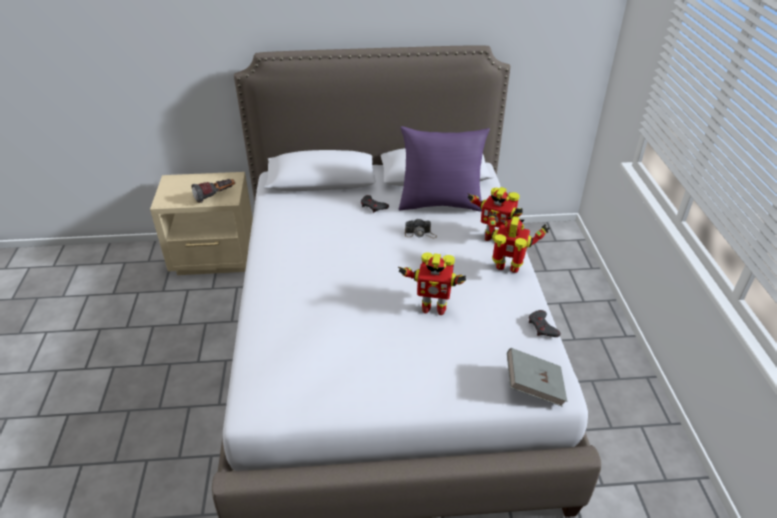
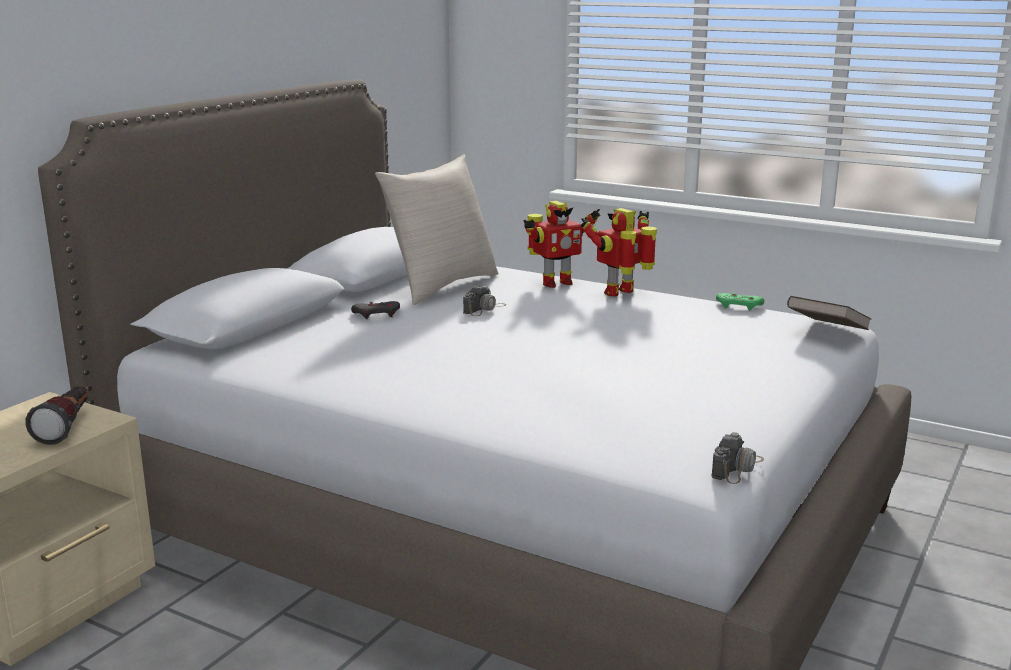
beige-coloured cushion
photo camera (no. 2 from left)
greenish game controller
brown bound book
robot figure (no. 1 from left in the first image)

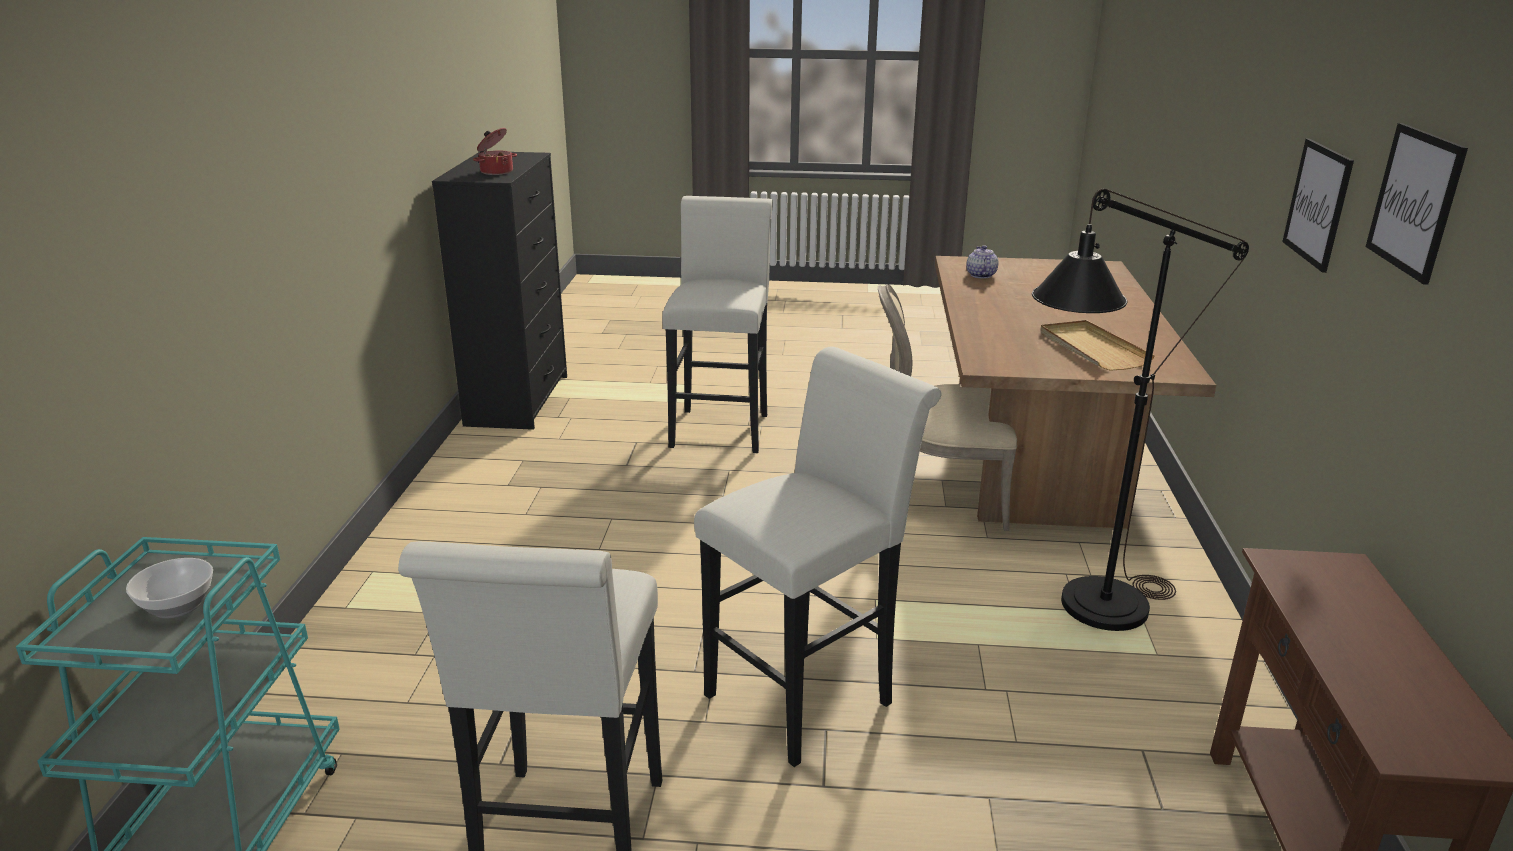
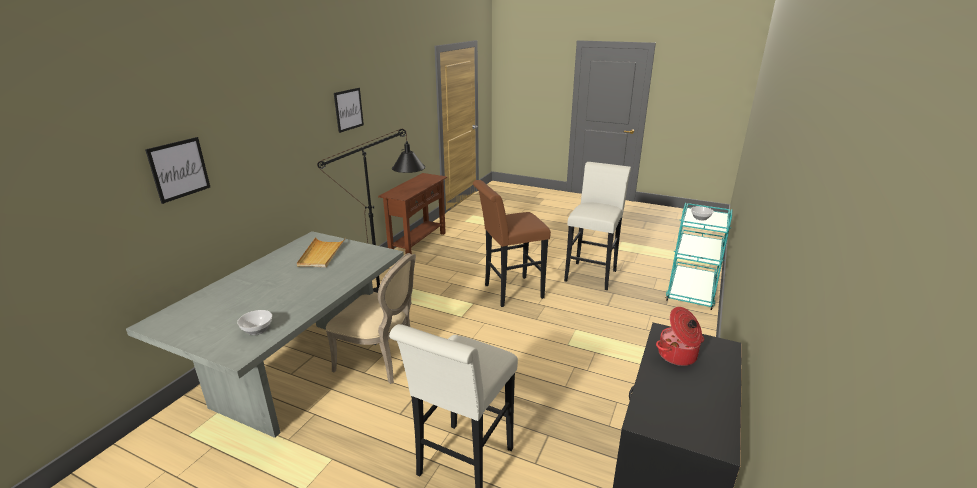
grey kitchen table
wall art (no. 1 from left)
deep dish (no. 1 from left)
brown stool seat

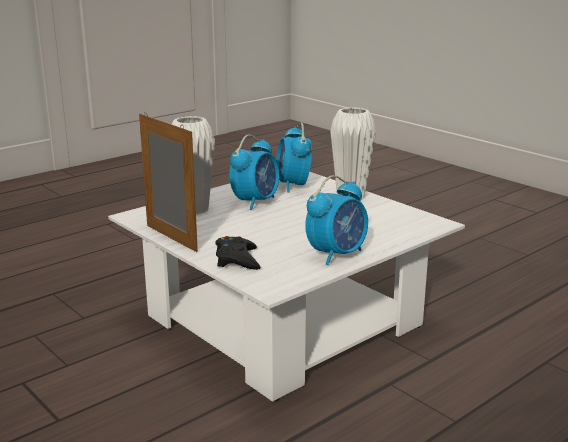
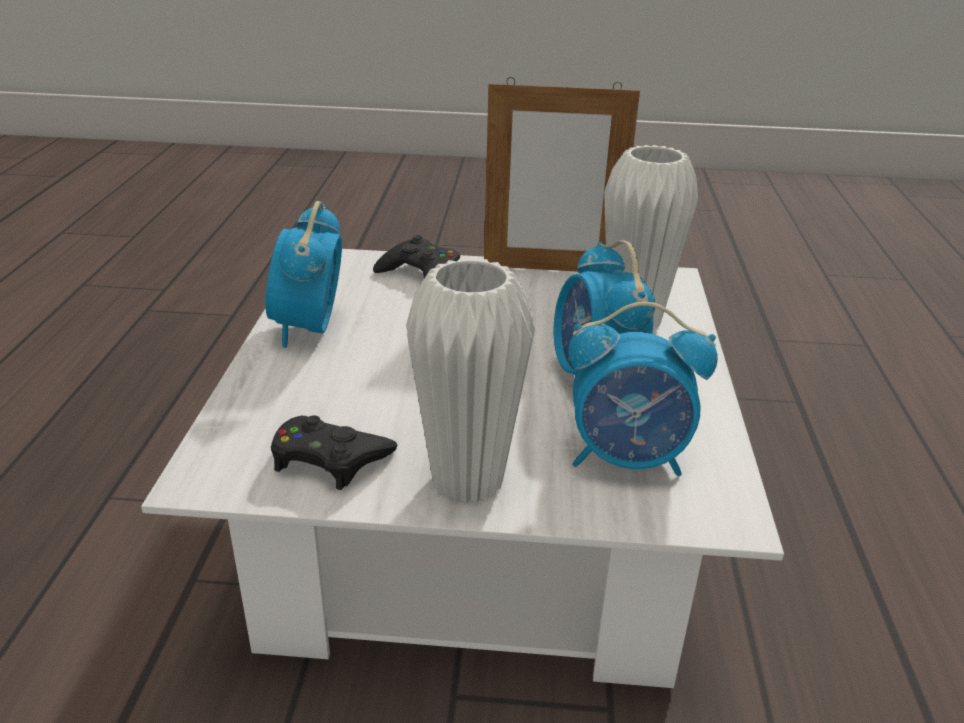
blackish game controller (no. 1 from left)
bedside clock (no. 3 from left)

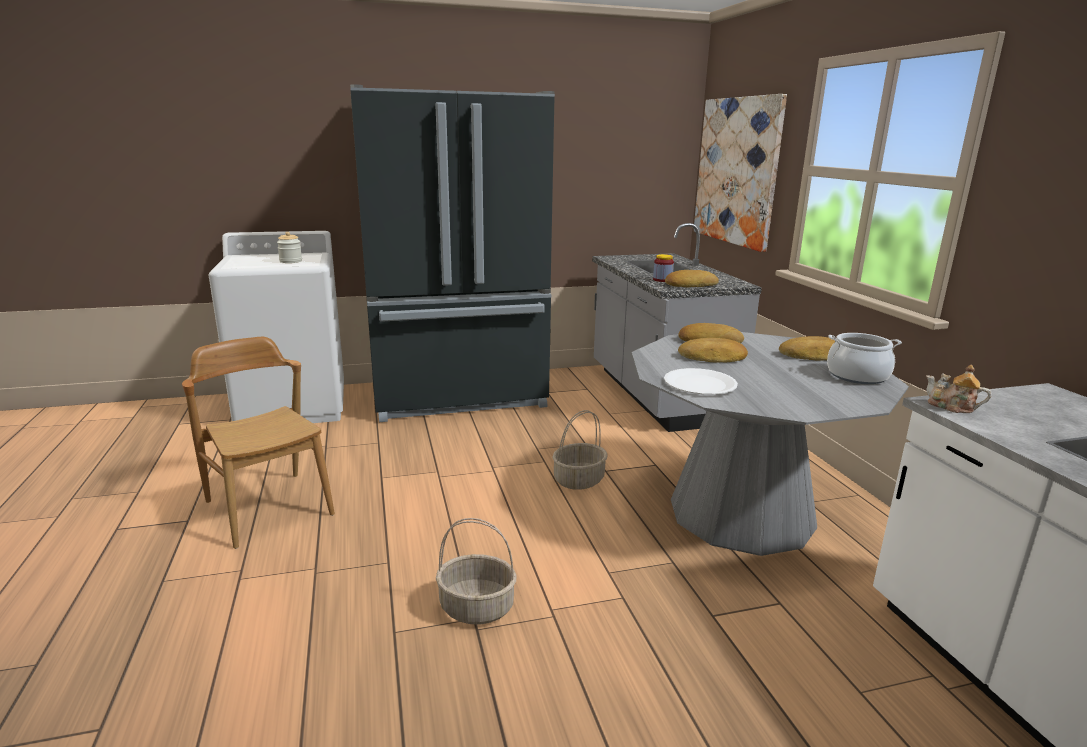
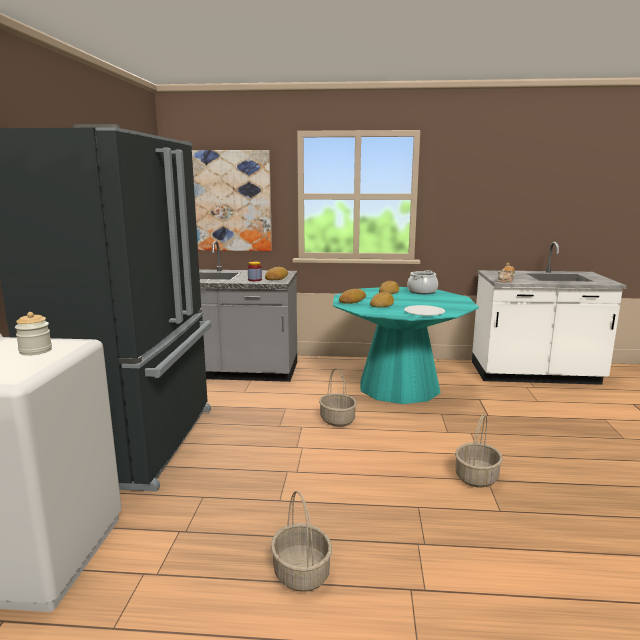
storage basket (no. 1 from left)
turquoise kitchen table

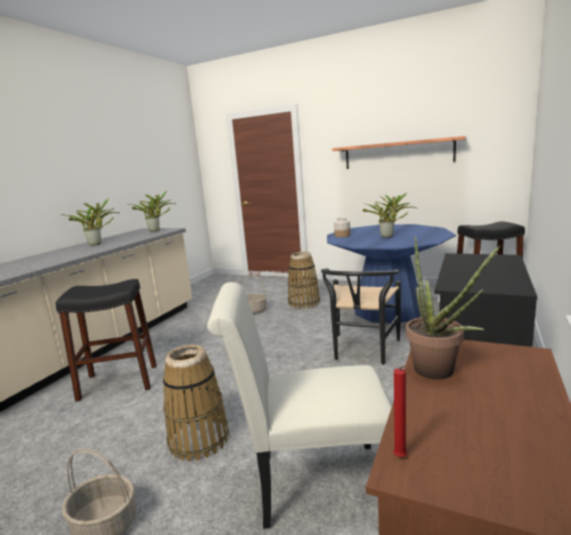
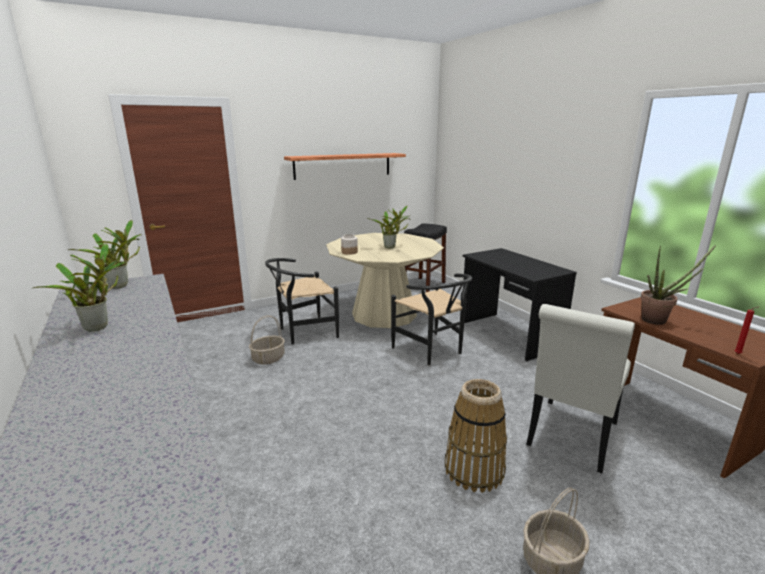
blackish upright chair (no. 1 from left)
beige-coloured kitchen table
blackish stool seat (no. 1 from left in the first image)

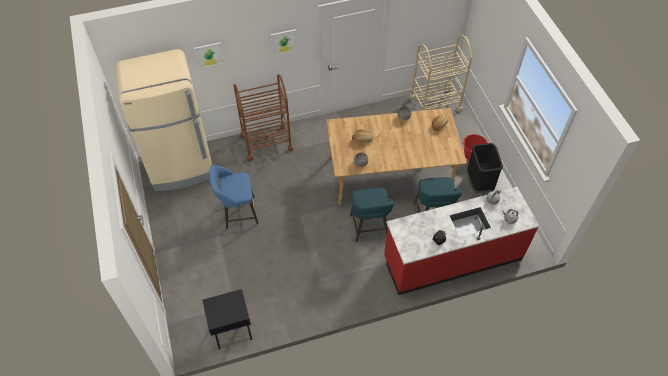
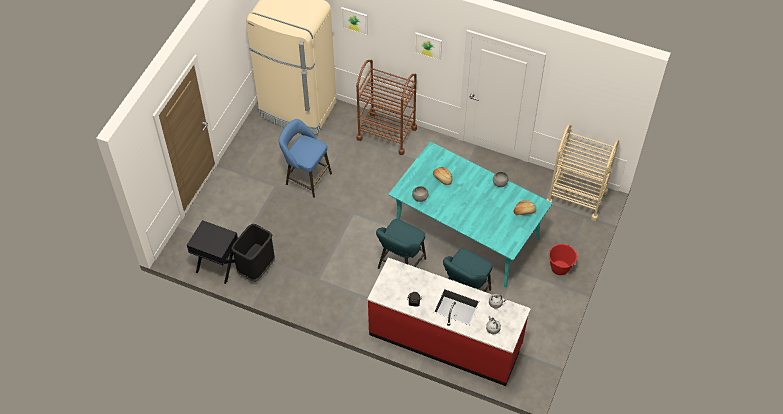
blackish trash can
turquoise kitchen table

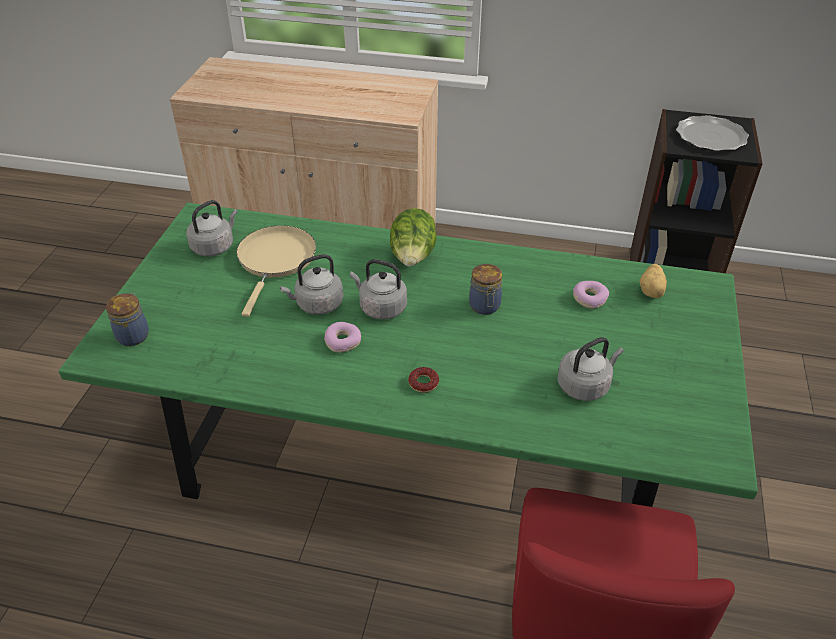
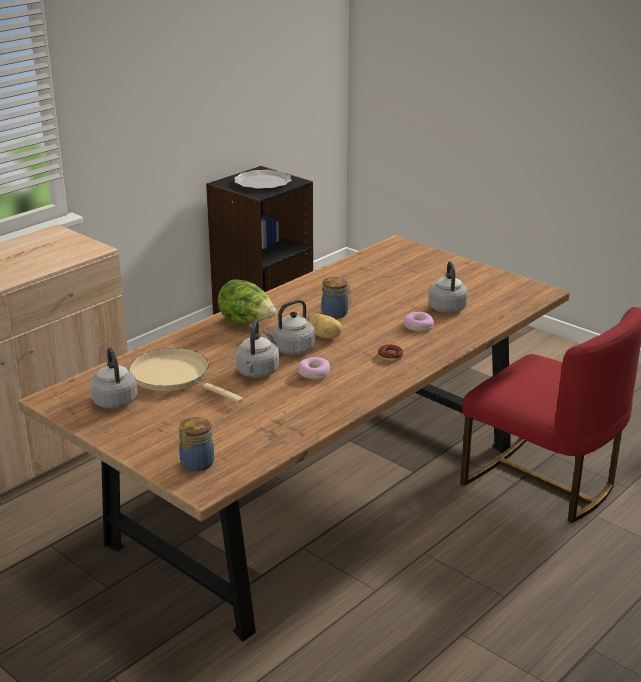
brown kitchen table
spud
doughnut (no. 3 from left)

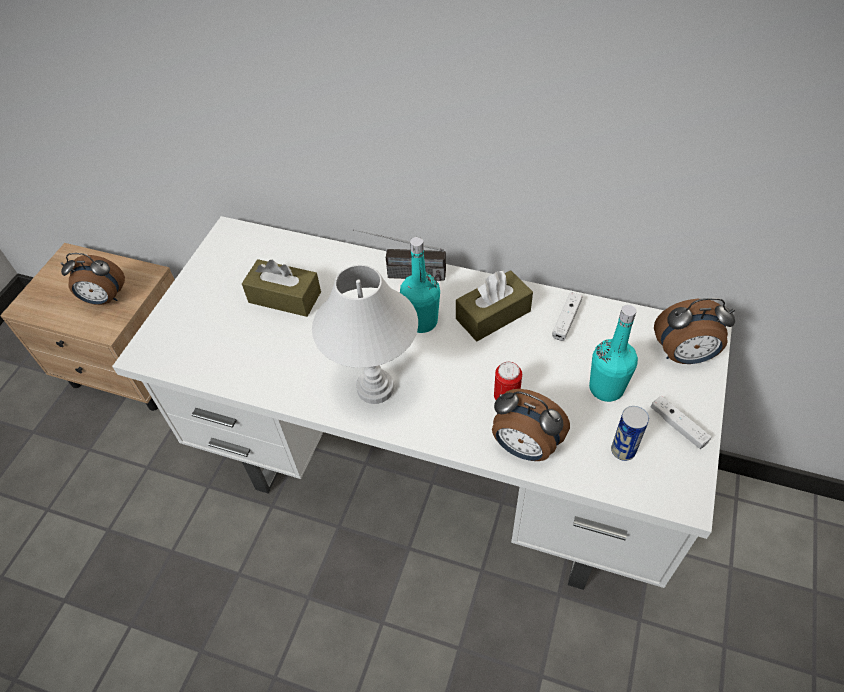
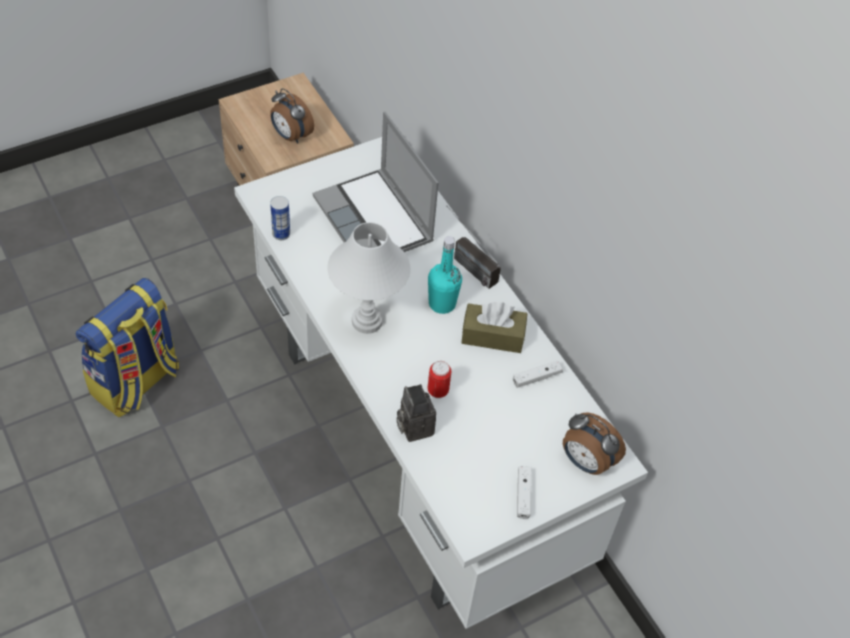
backpack
can (no. 1 from left)
laptop
photo camera
turquoise bottle (no. 2 from left in the first image)

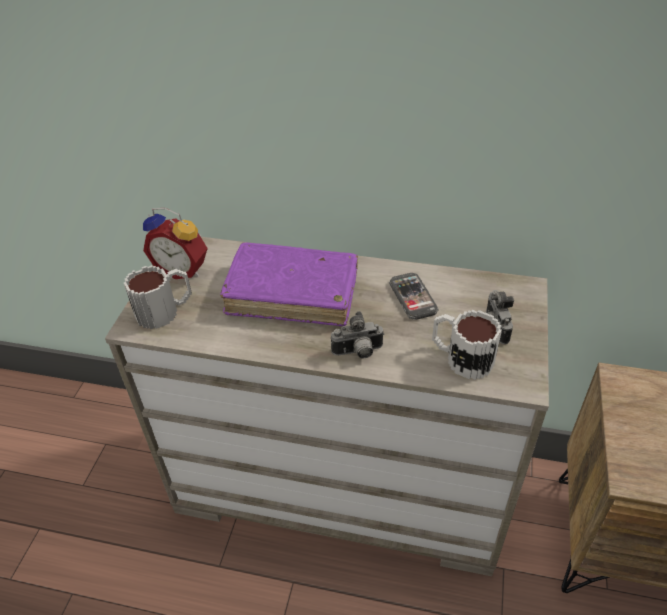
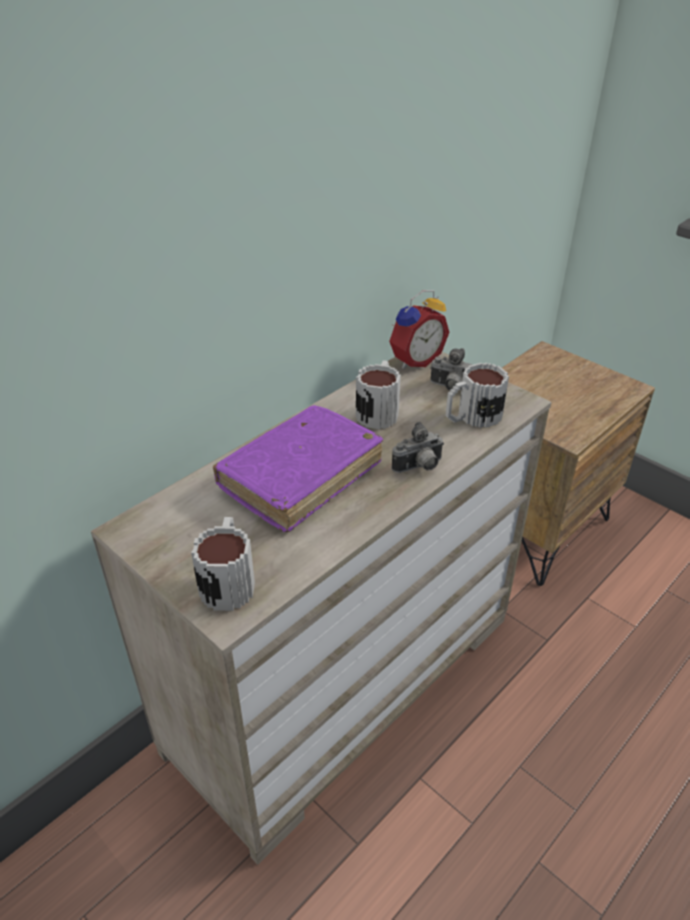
tea mug (no. 2 from left)
bedside clock
photo camera (no. 1 from left)

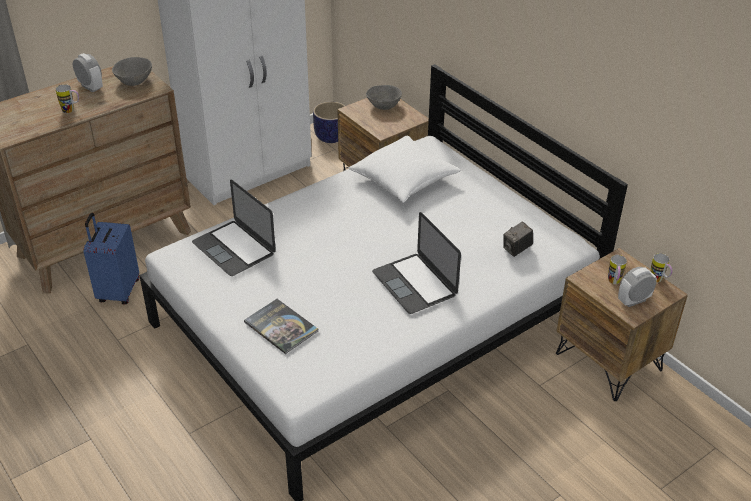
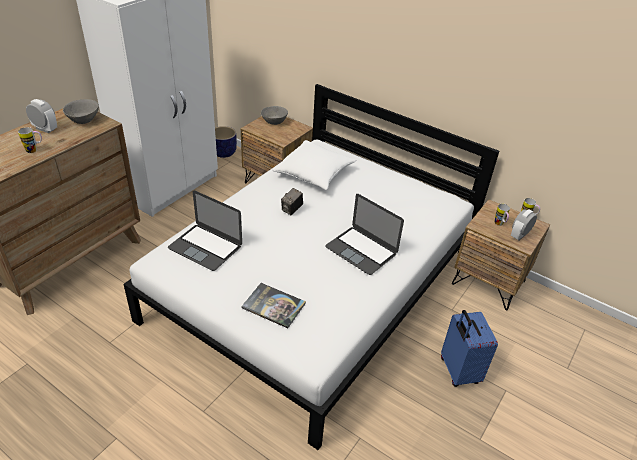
photo camera
blue suitcase

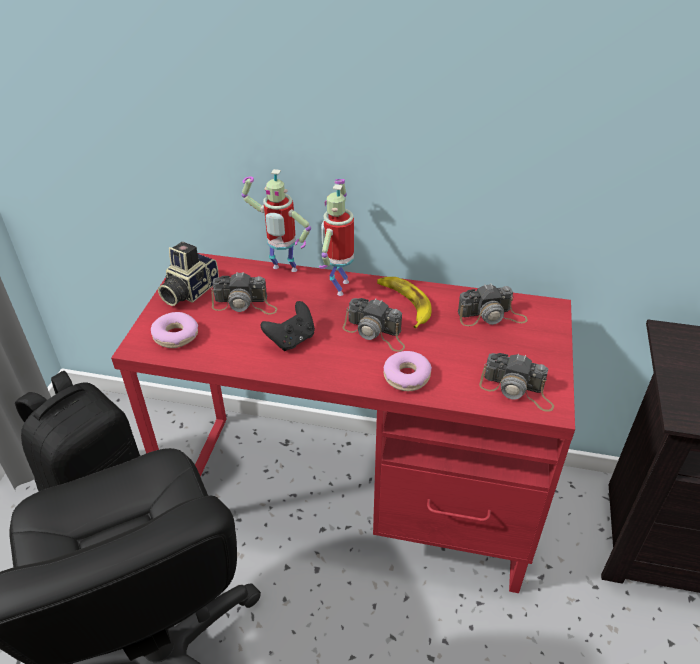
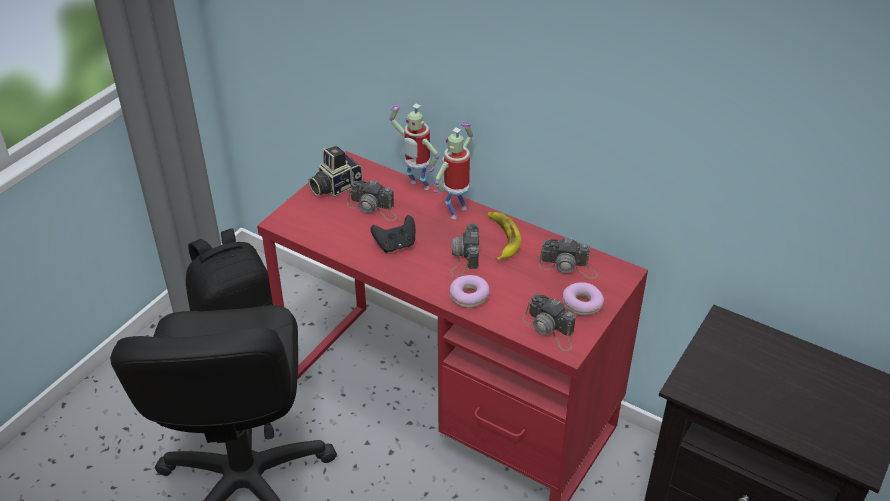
photo camera (no. 3 from left)
doughnut (no. 2 from left)

